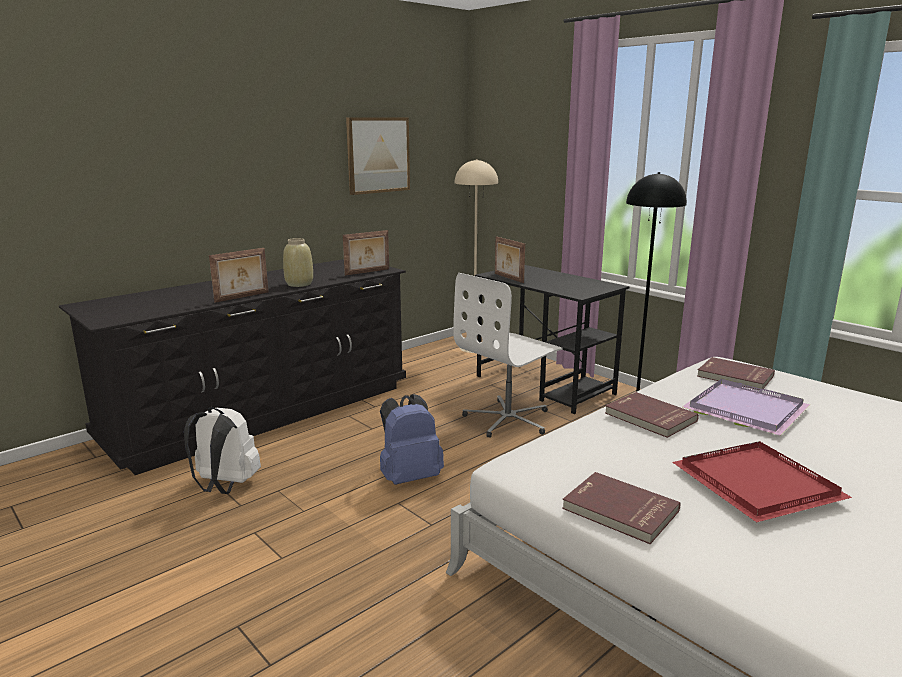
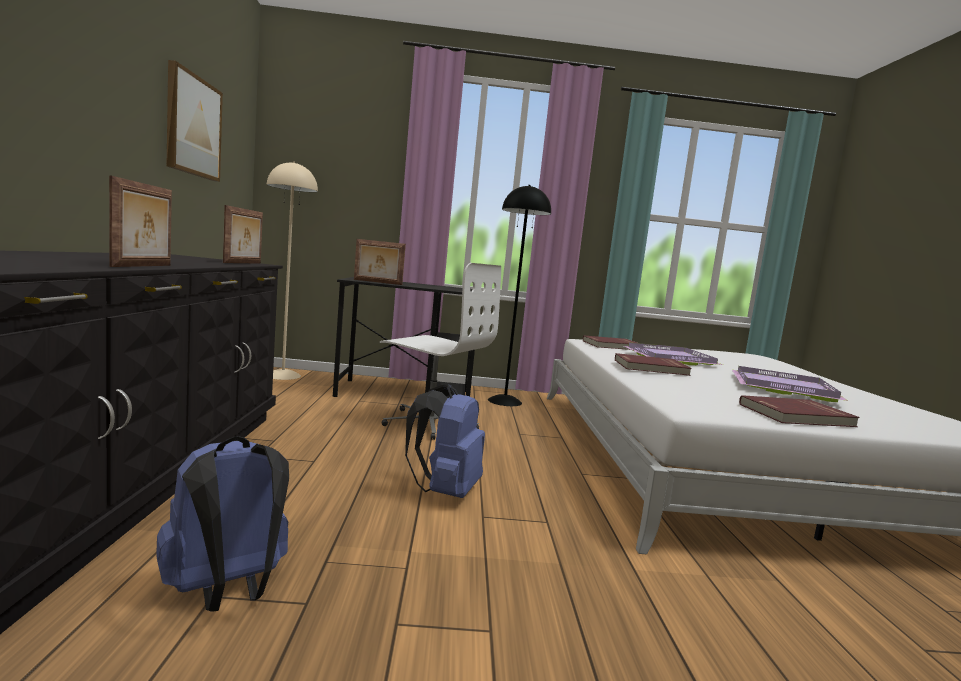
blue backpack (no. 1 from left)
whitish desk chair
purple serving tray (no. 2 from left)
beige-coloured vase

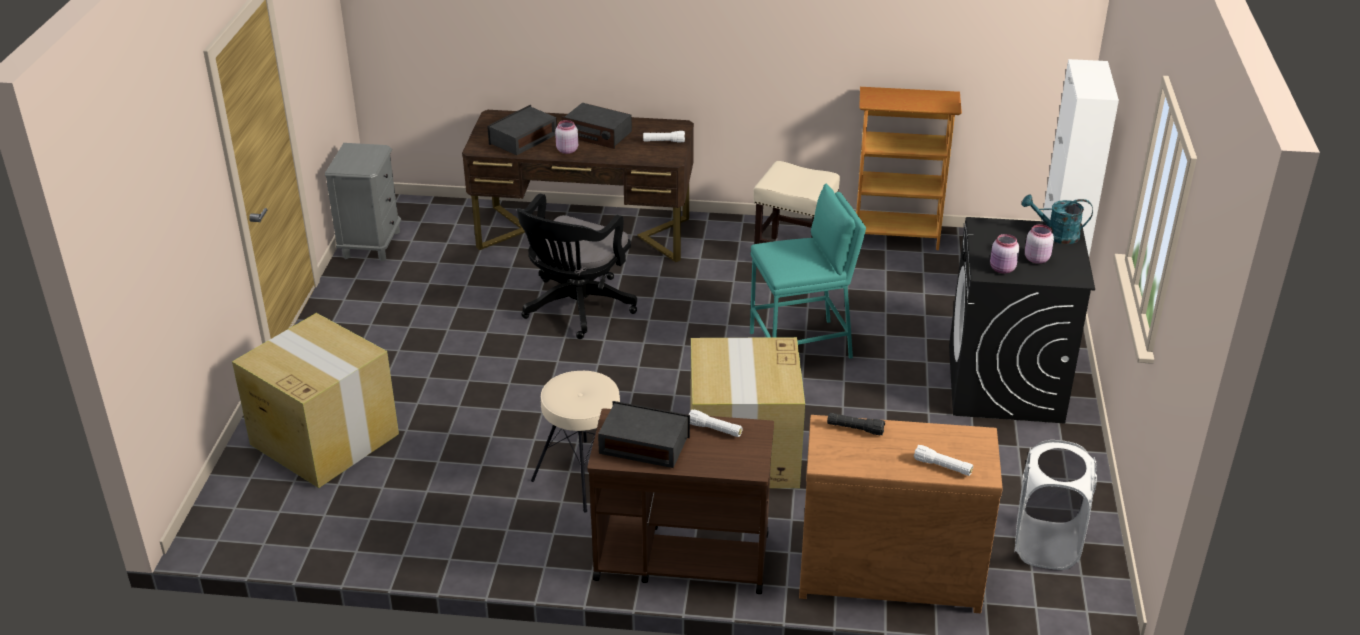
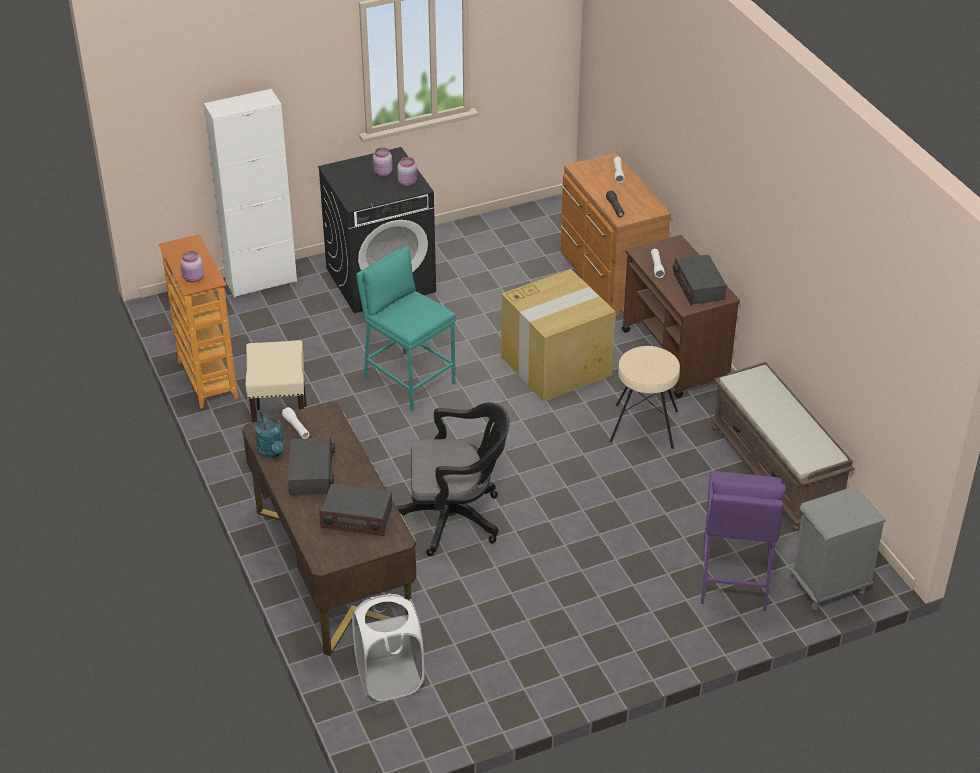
pink-coloured jar (no. 1 from left)
turquoise watering can
whitish laundry basket
purple stool seat
brown bench
grey nightstand

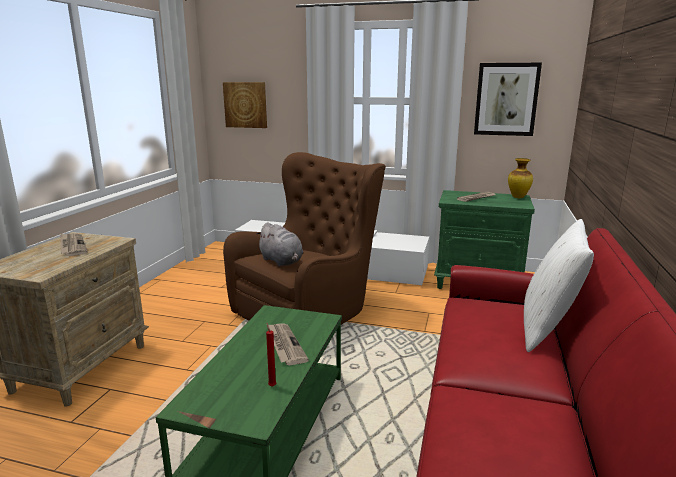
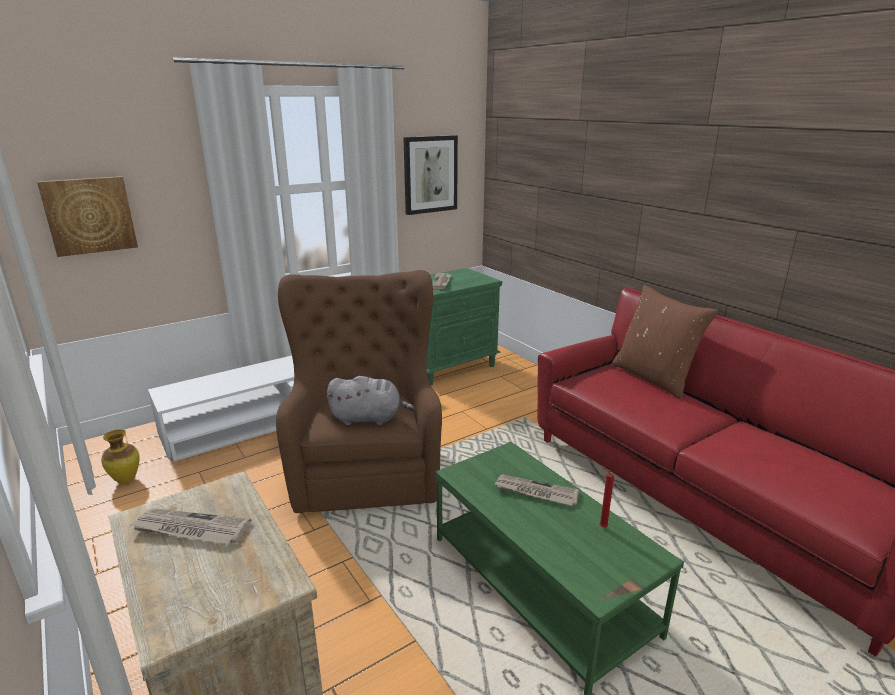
vase
brown cushion

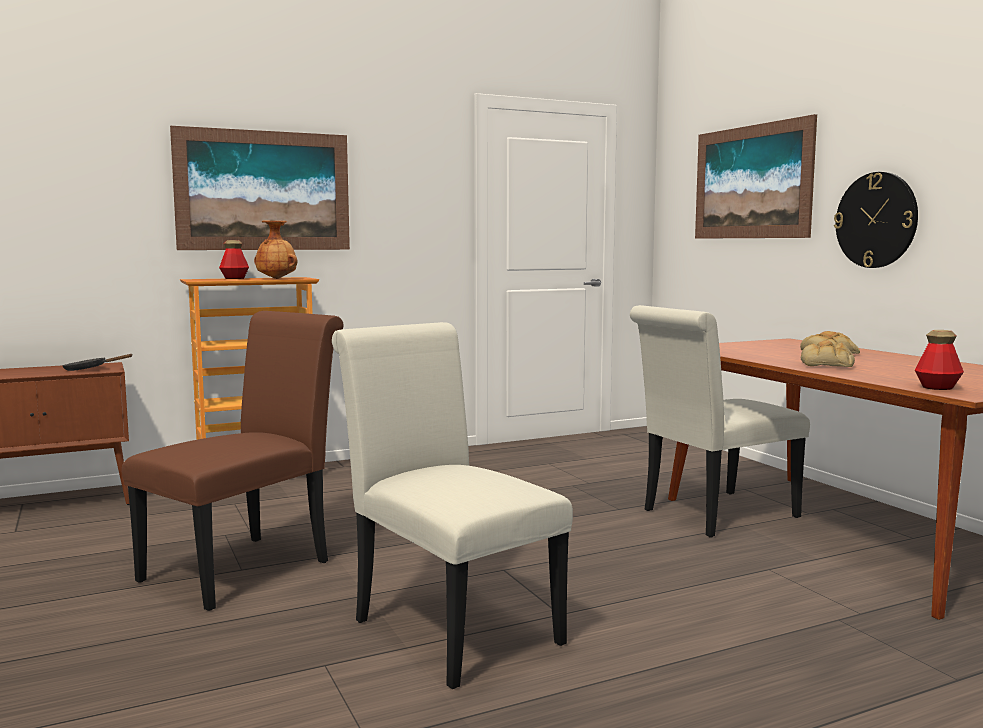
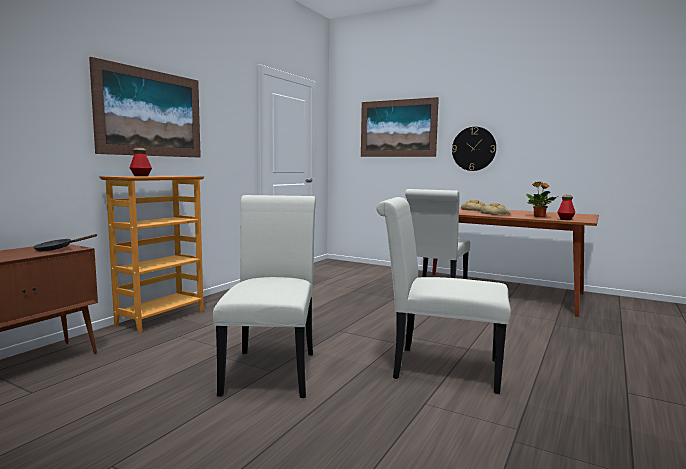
whitish upright chair (no. 1 from left)
houseplant
brown vase

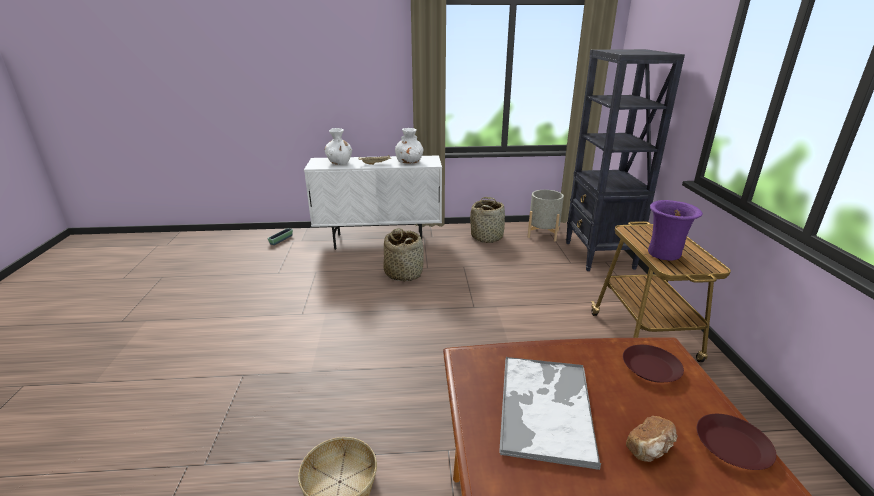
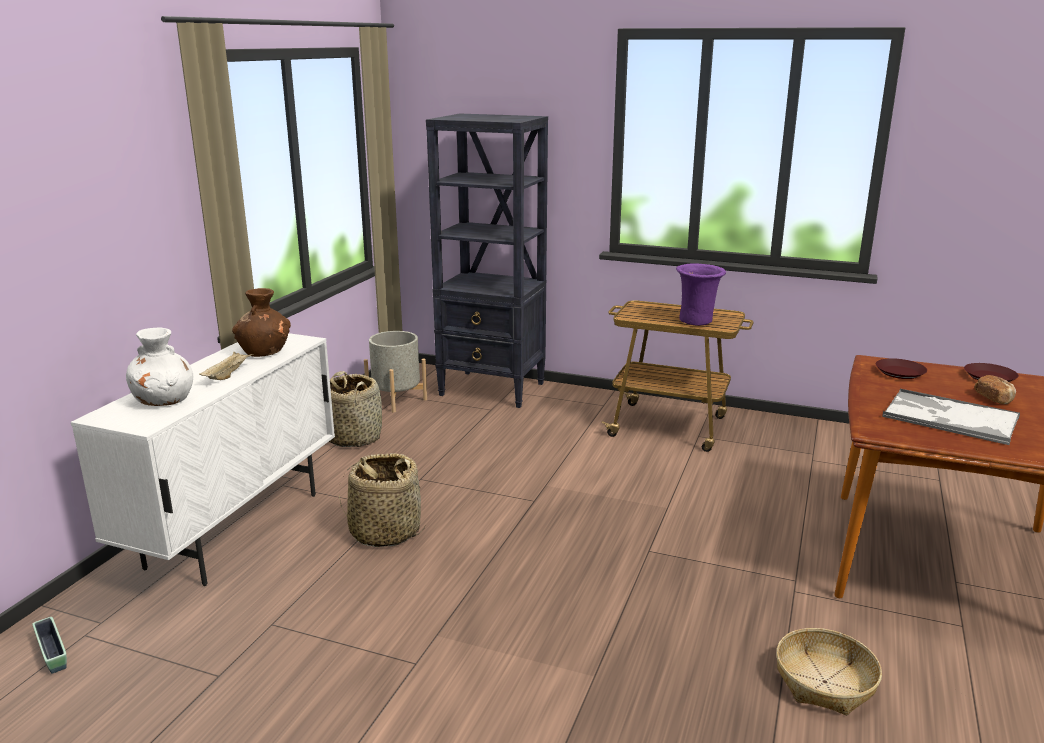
brown vase

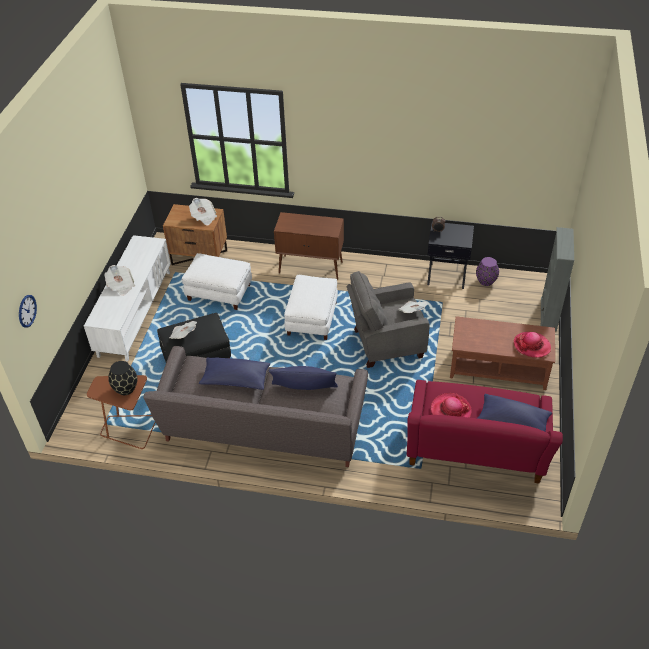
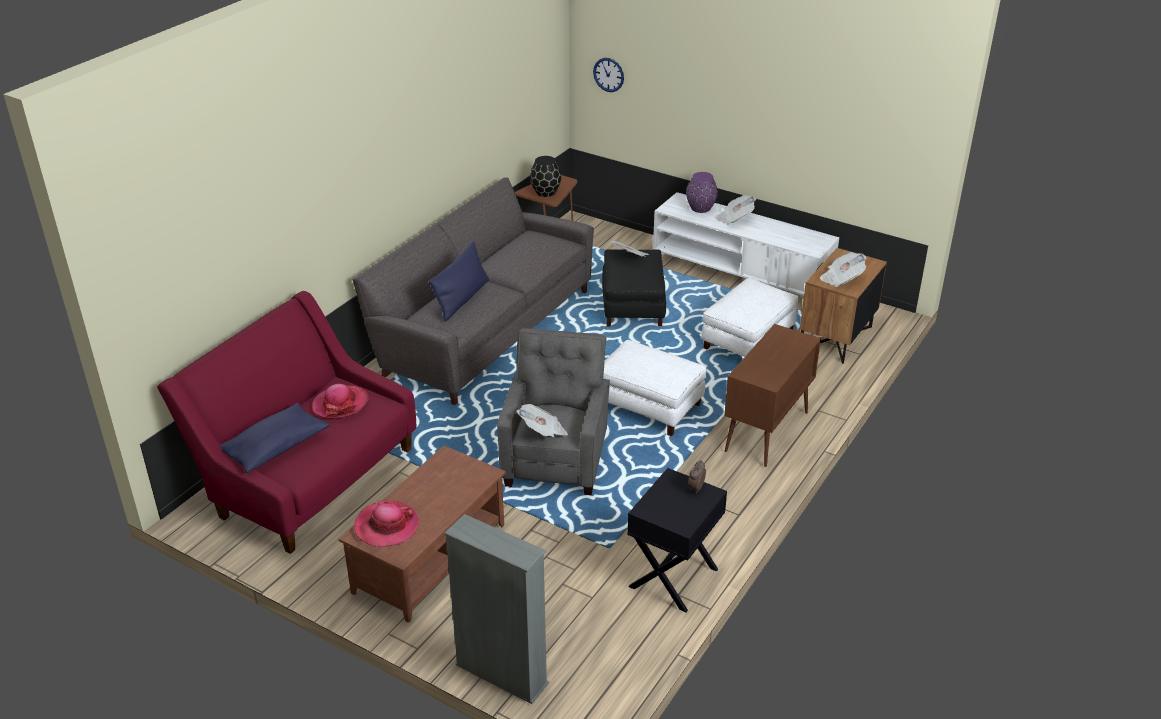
purple vase
blue cushion (no. 1 from left in the first image)

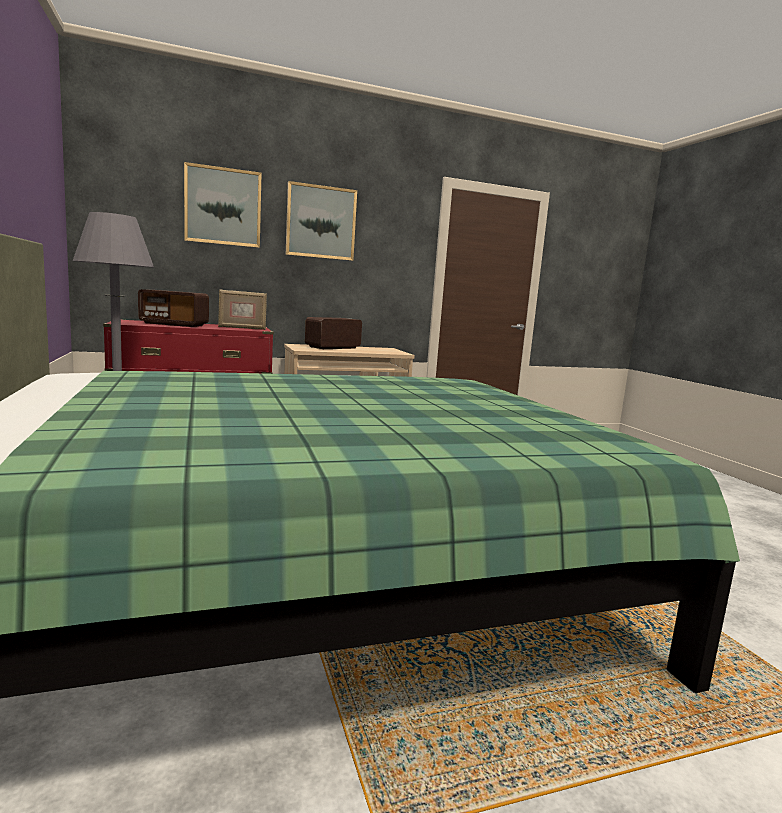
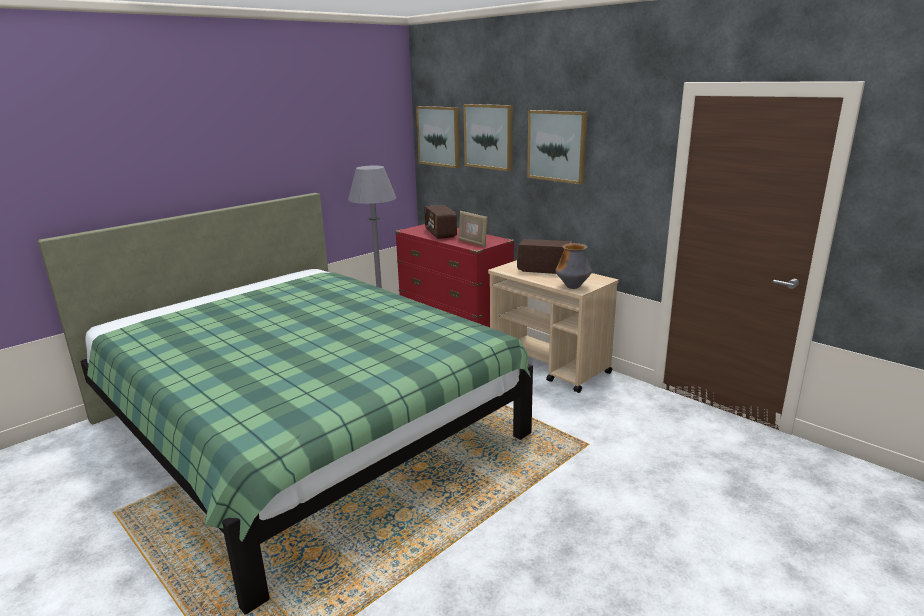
wall art (no. 1 from left)
vase

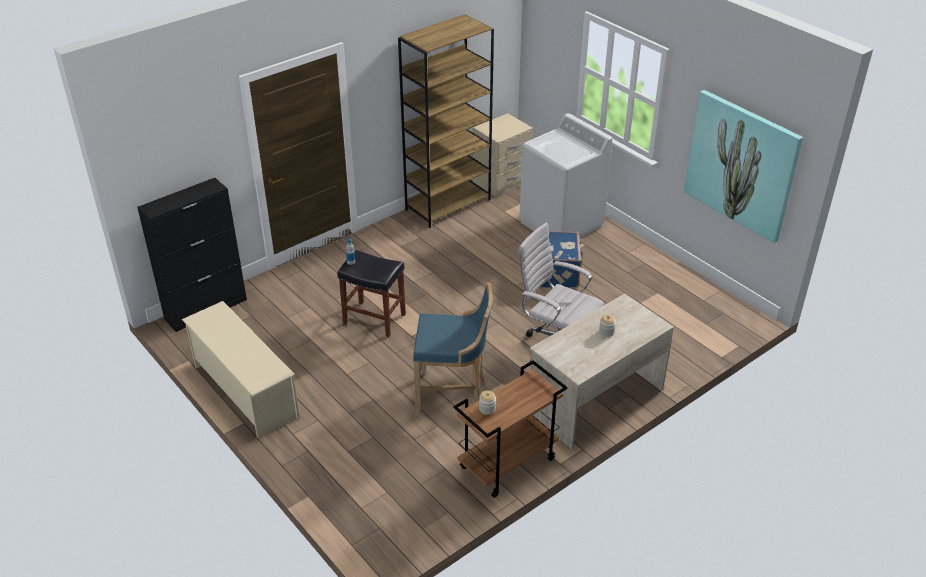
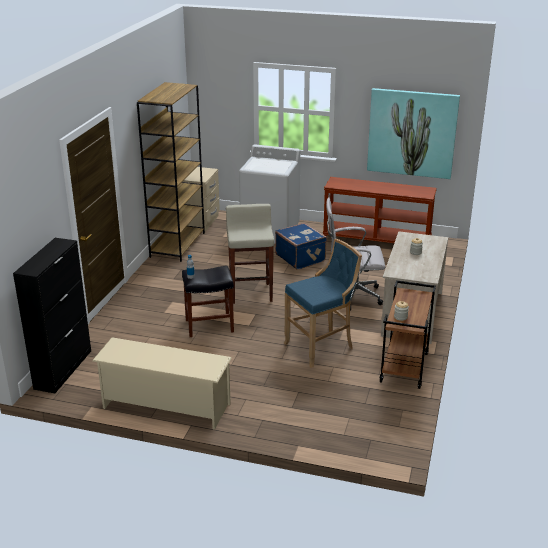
beige-coloured stool seat
brown narrow table

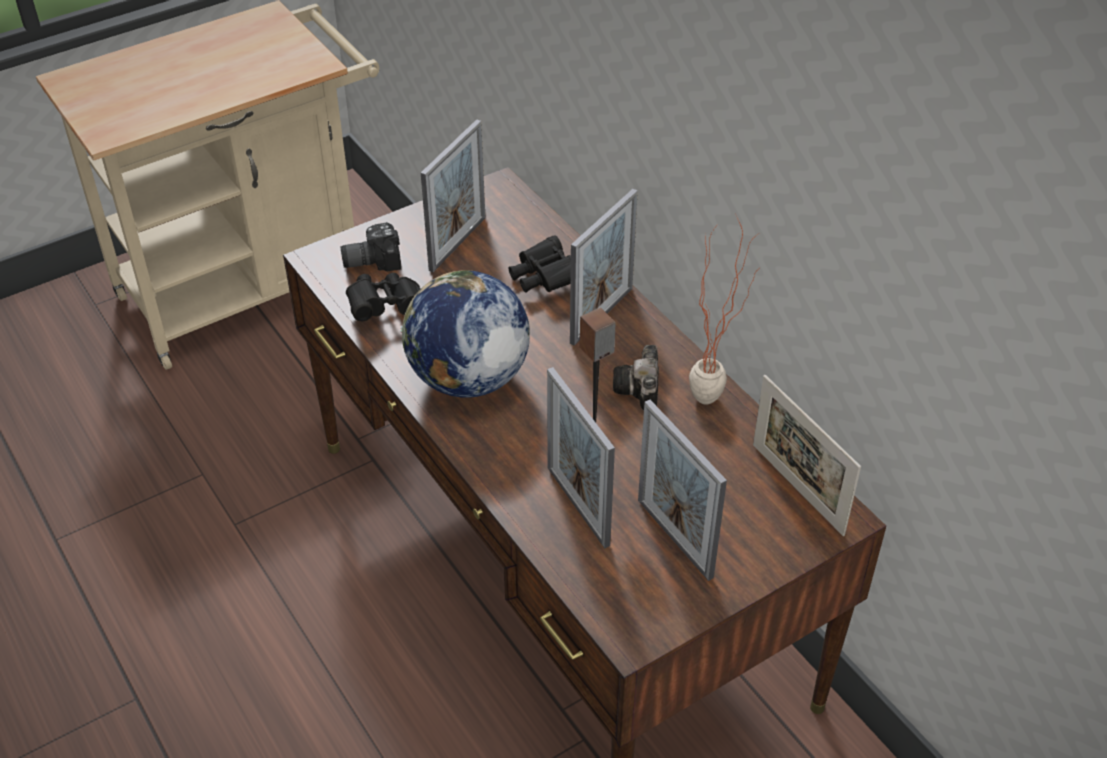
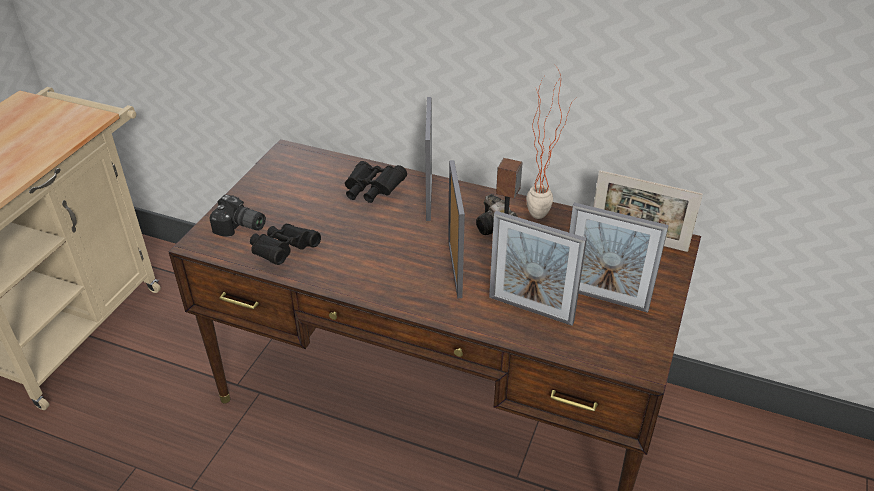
photo camera (no. 1 from left)
photo frame (no. 2 from left)
world globe

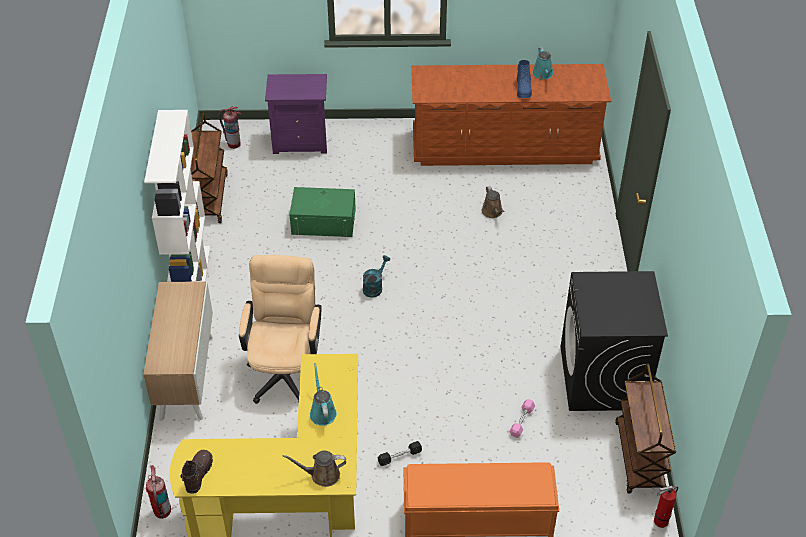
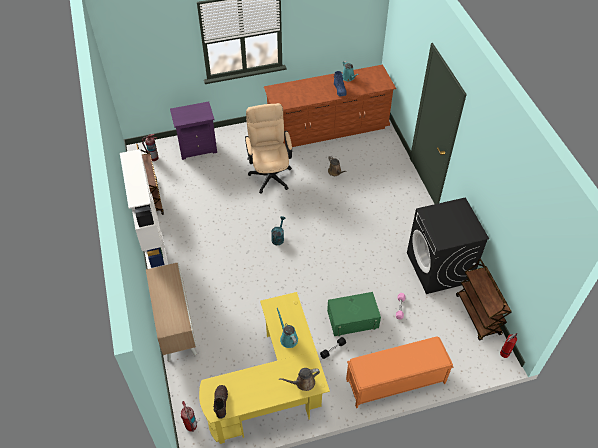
beige-coloured desk chair
greenish storage container

